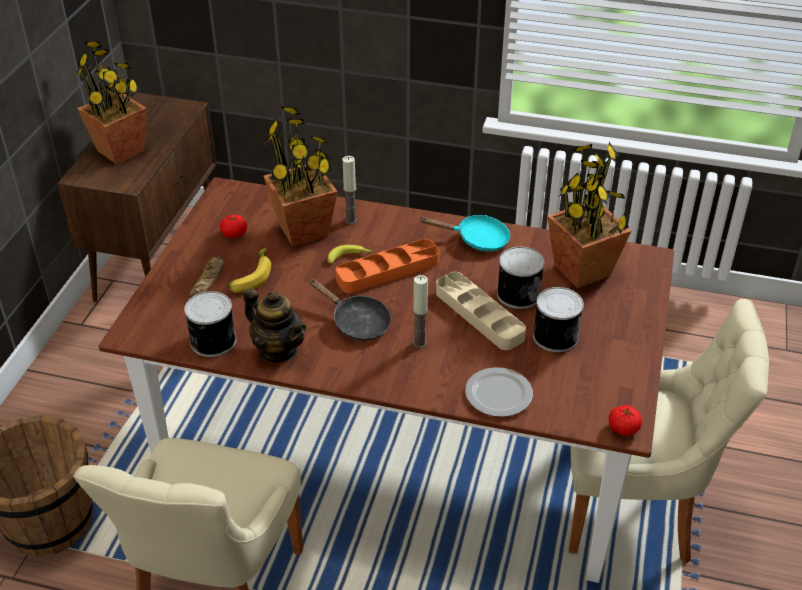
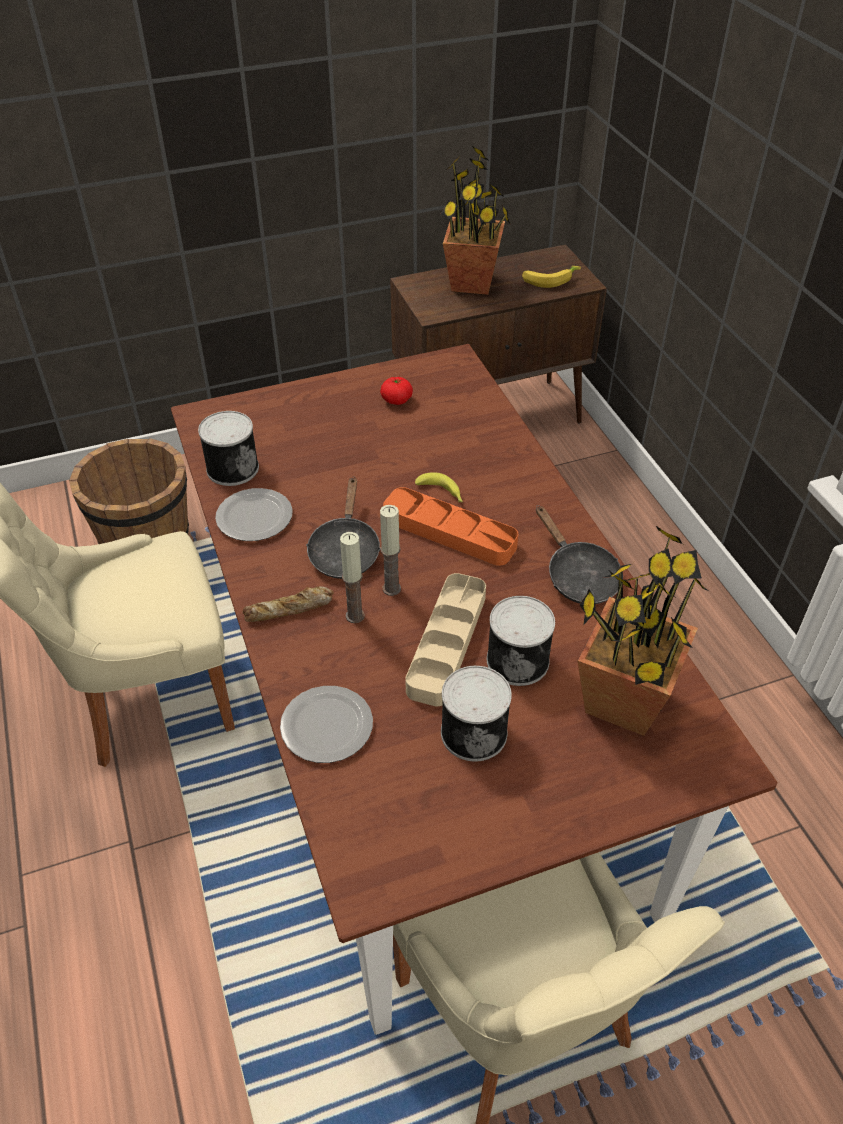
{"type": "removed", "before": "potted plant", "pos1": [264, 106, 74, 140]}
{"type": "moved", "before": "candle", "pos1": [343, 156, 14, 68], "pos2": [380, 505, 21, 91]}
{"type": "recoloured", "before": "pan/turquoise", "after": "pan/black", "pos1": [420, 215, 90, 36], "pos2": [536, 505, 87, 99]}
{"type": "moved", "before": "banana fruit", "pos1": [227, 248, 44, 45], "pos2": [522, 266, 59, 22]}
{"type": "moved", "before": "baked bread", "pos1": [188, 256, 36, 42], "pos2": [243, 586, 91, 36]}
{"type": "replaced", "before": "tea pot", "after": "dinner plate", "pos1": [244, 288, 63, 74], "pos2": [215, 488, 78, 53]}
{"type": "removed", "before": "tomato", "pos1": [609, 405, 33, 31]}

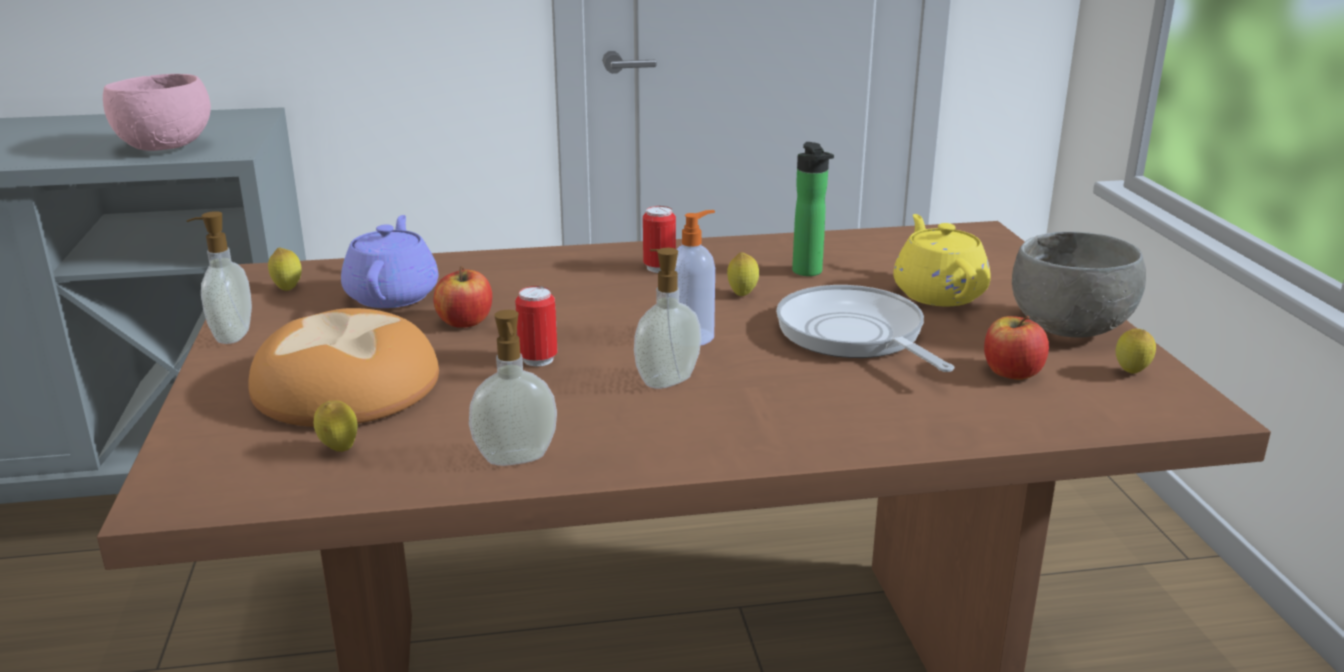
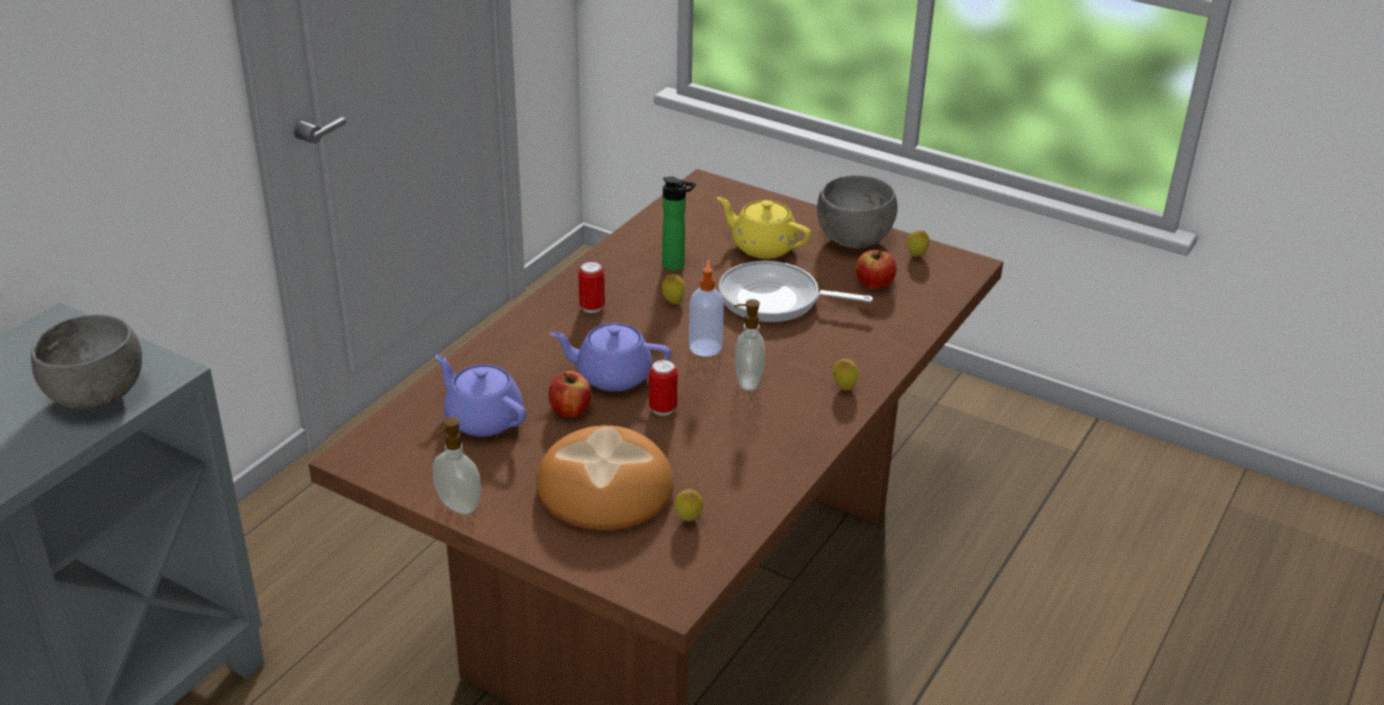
{"type": "recoloured", "before": "serving bowl/pinkish", "after": "serving bowl/grey", "pos1": [103, 74, 108, 77], "pos2": [31, 314, 111, 96]}
{"type": "moved", "before": "citrus fruit", "pos1": [268, 248, 34, 43], "pos2": [833, 359, 25, 32]}
{"type": "removed", "before": "soap dispenser", "pos1": [469, 310, 88, 156]}
{"type": "added", "after": "tea pot/purple-coloured", "pos2": [550, 323, 121, 68]}

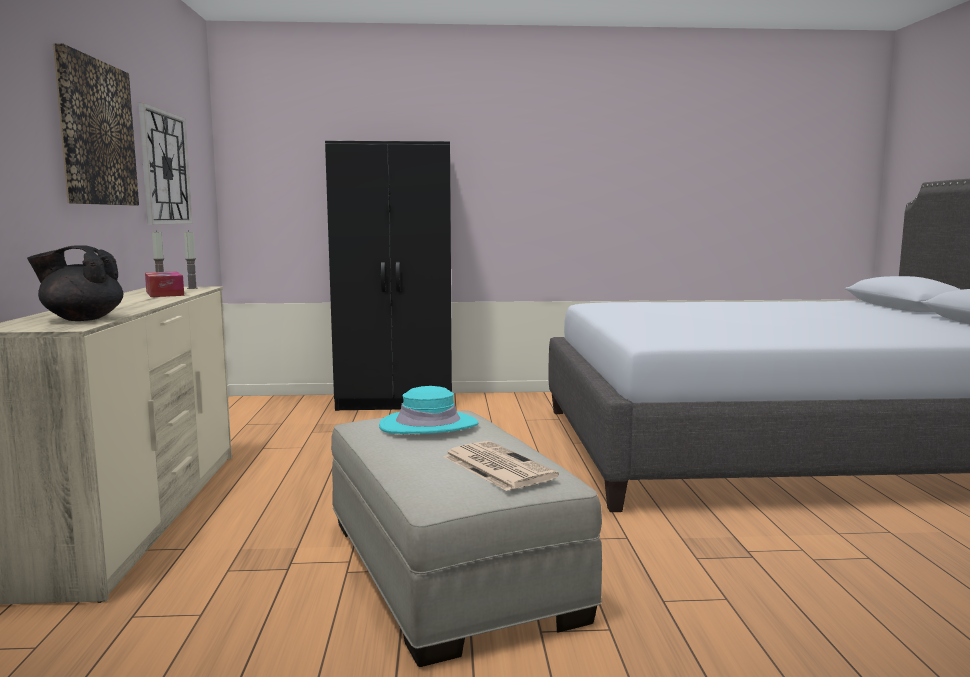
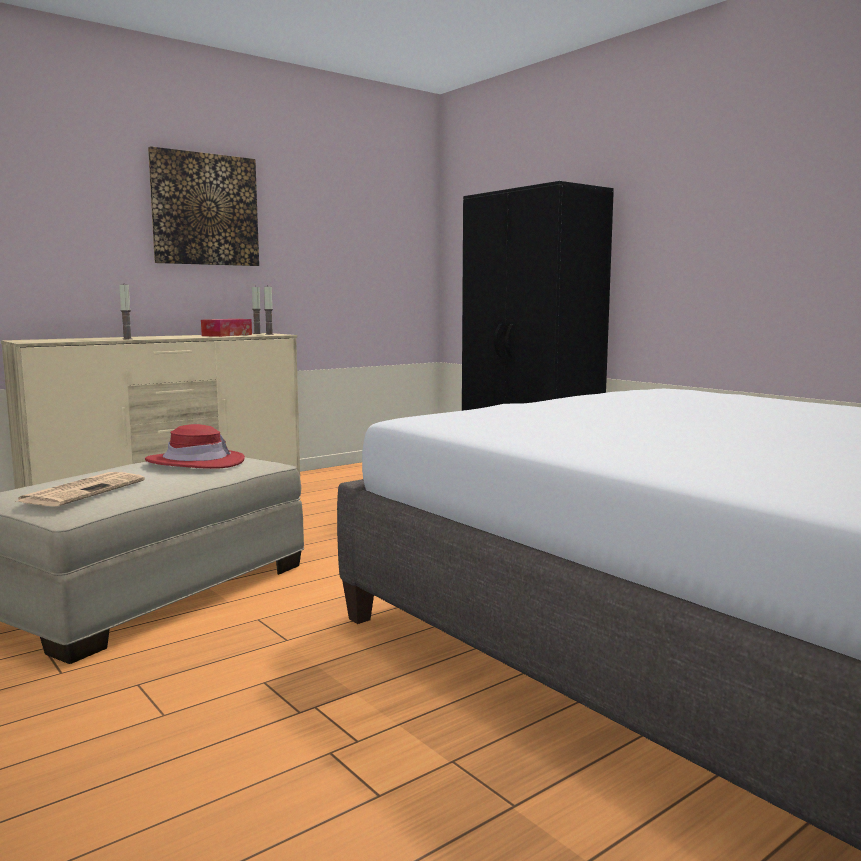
{"type": "removed", "before": "hanging clock", "pos1": [138, 103, 54, 122]}
{"type": "removed", "before": "tea pot/black", "pos1": [27, 245, 96, 76]}
{"type": "recoloured", "before": "hat/turquoise", "after": "hat/red-coloured", "pos1": [379, 386, 100, 48], "pos2": [145, 424, 100, 45]}
{"type": "added", "after": "candle", "pos2": [119, 285, 13, 54]}

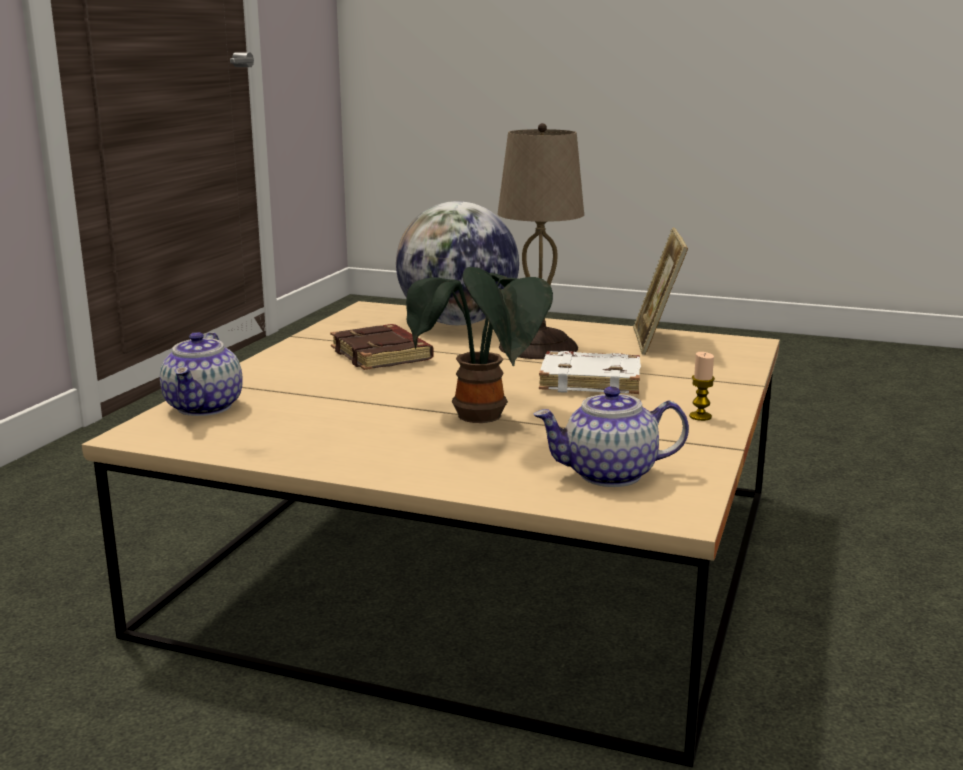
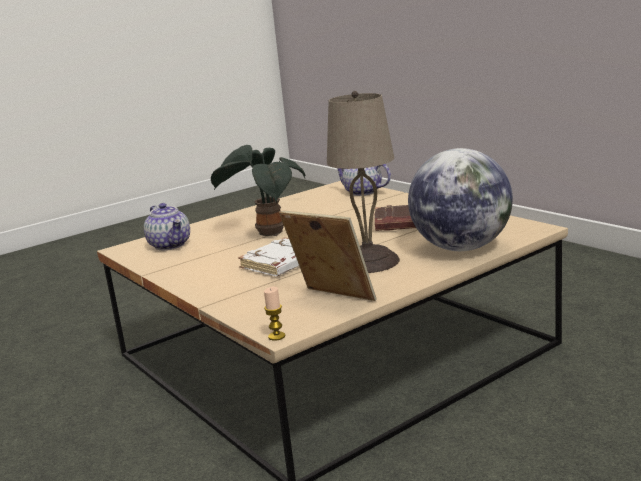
{"type": "moved", "before": "candle", "pos1": [689, 352, 26, 69], "pos2": [264, 287, 21, 54]}
{"type": "turned", "before": "tea pot", "pos1": [534, 386, 155, 101], "pos2": [144, 203, 46, 47], "turn": 120}

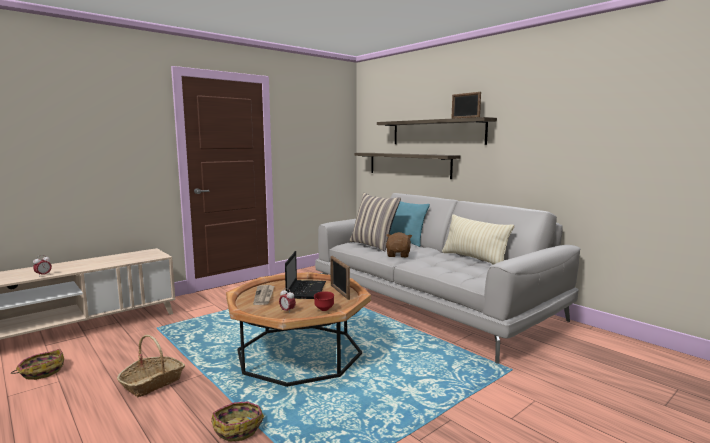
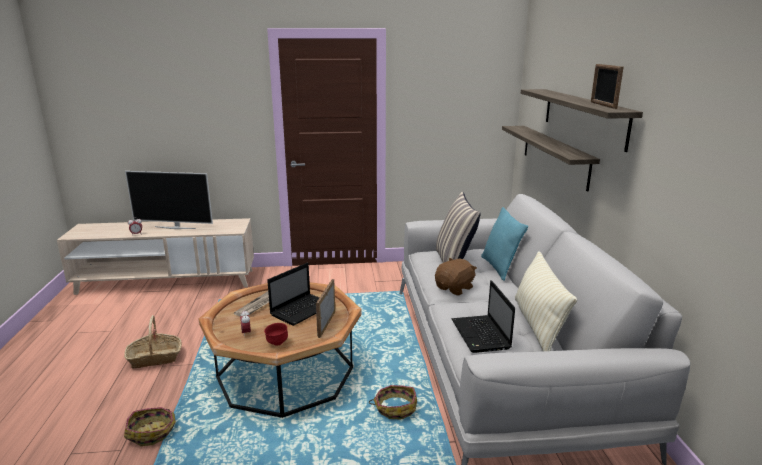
{"type": "moved", "before": "basket", "pos1": [11, 349, 53, 31], "pos2": [369, 385, 48, 35]}
{"type": "added", "after": "TV set", "pos2": [125, 171, 88, 58]}
{"type": "added", "after": "notebook computer", "pos2": [452, 280, 63, 73]}

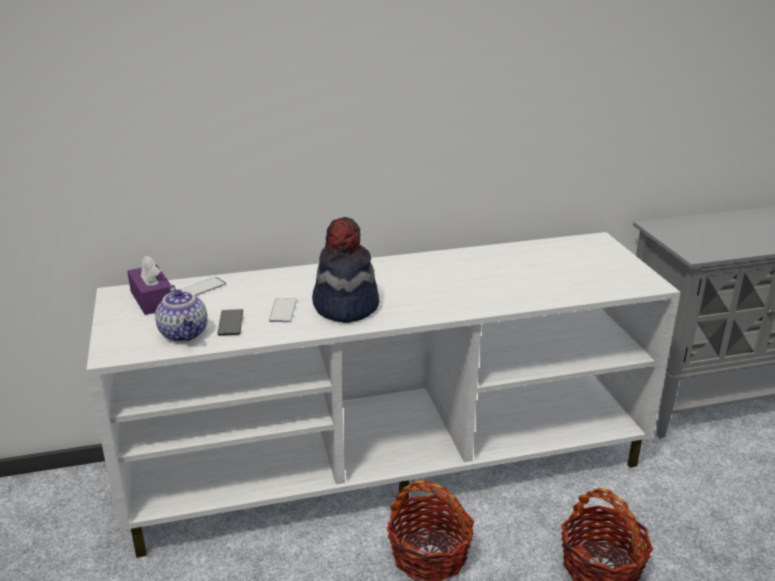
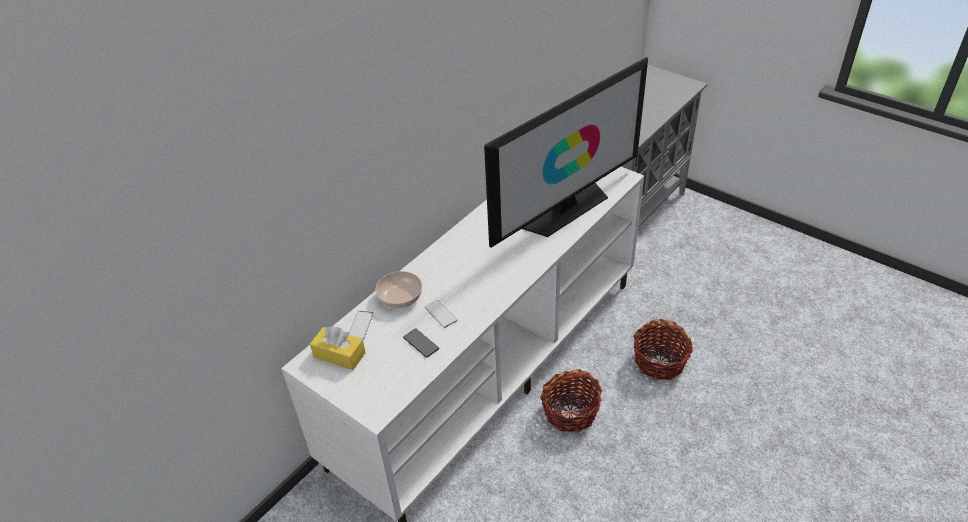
{"type": "removed", "before": "hat", "pos1": [312, 217, 68, 106]}
{"type": "recoloured", "before": "tissue box/purple-coloured", "after": "tissue box/yellow", "pos1": [127, 256, 44, 59], "pos2": [310, 326, 56, 44]}
{"type": "removed", "before": "tea pot", "pos1": [155, 285, 53, 57]}
{"type": "added", "after": "TV set", "pos2": [484, 57, 164, 191]}
{"type": "added", "after": "serving bowl", "pos2": [375, 271, 47, 37]}

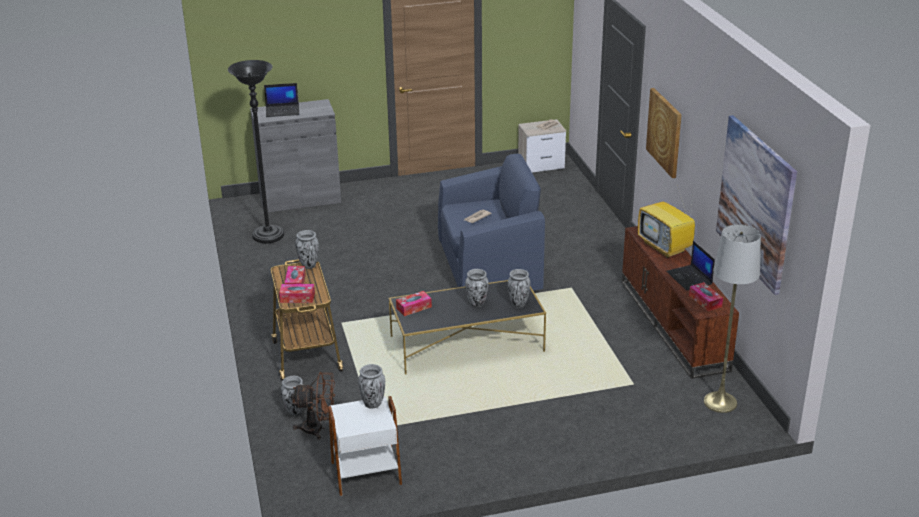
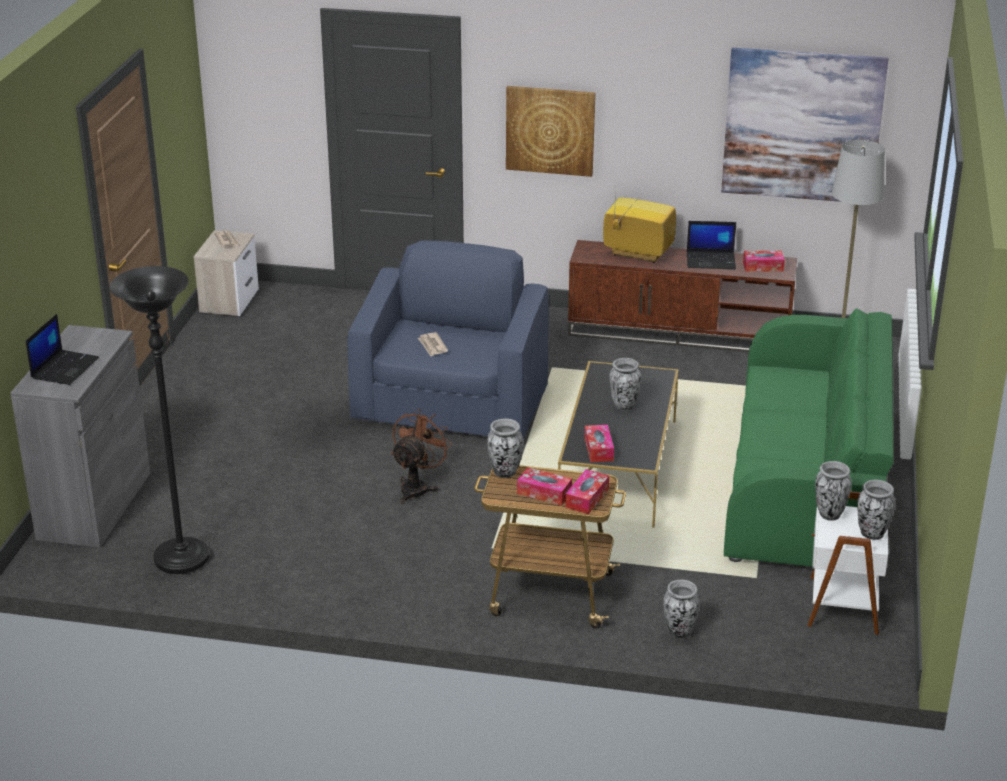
{"type": "turned", "before": "TV set", "pos1": [638, 196, 57, 62], "pos2": [603, 188, 73, 75], "turn": -150}
{"type": "moved", "before": "decorative vase", "pos1": [508, 269, 23, 39], "pos2": [858, 480, 37, 60]}
{"type": "moved", "before": "electric fan/brown-coloured", "pos1": [291, 372, 44, 68], "pos2": [391, 408, 61, 96]}
{"type": "added", "after": "sofa/greenish", "pos2": [724, 308, 170, 259]}

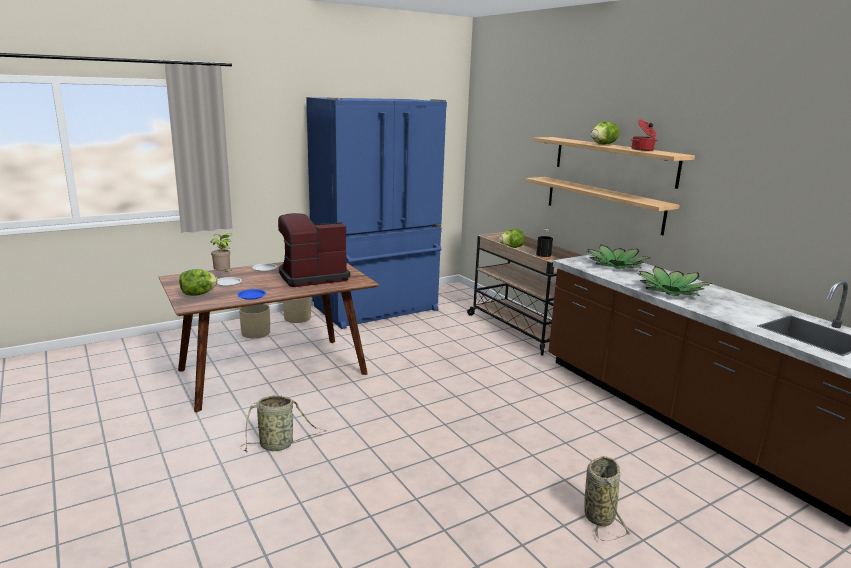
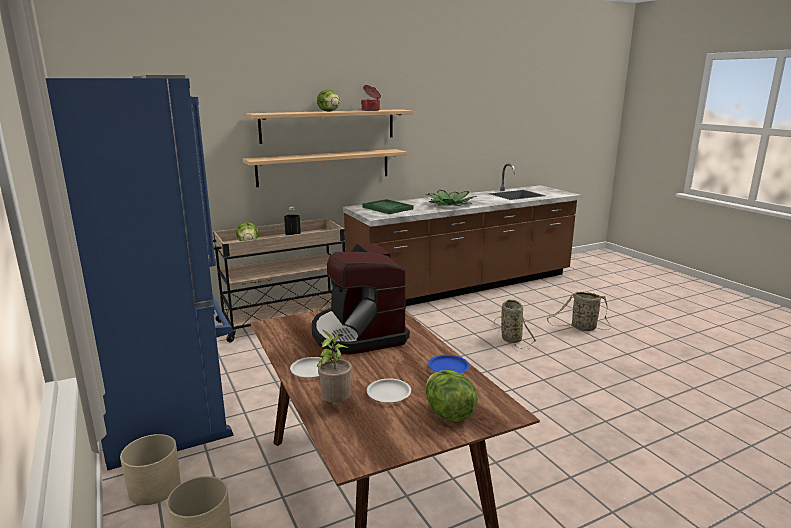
{"type": "replaced", "before": "potted plant", "after": "serving tray/greenish", "pos1": [587, 245, 63, 24], "pos2": [363, 199, 50, 15]}
{"type": "moved", "before": "basket", "pos1": [241, 395, 85, 58], "pos2": [494, 300, 42, 49]}

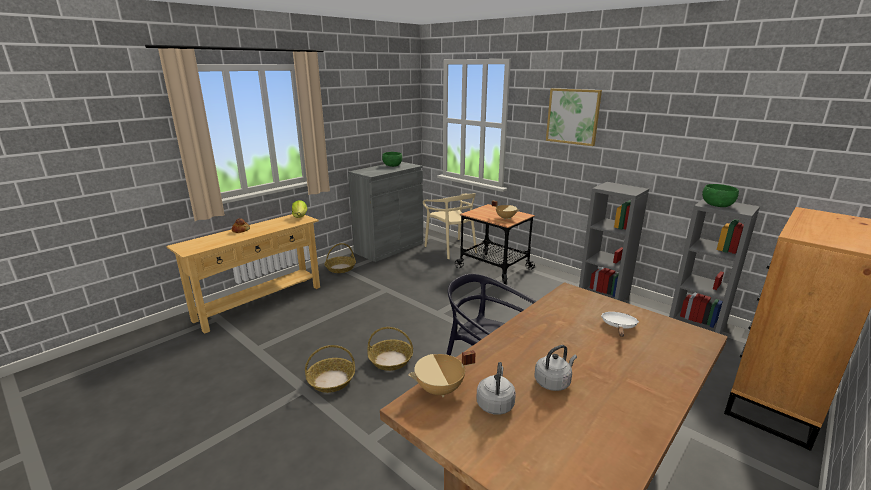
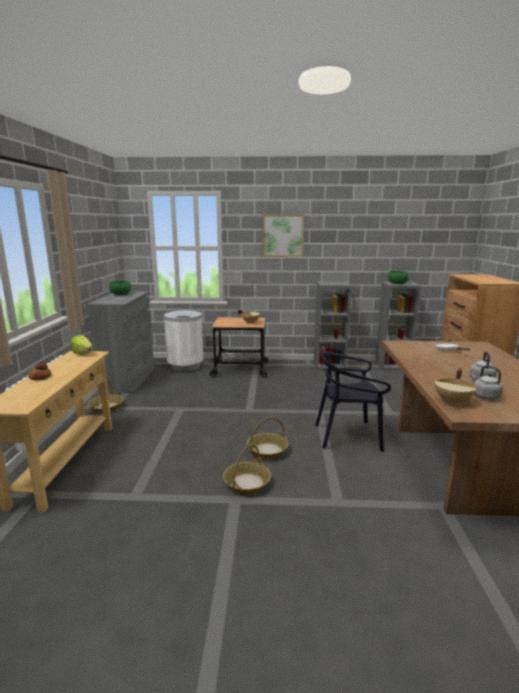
{"type": "replaced", "before": "upright chair/beige-coloured", "after": "rubbish bin/white", "pos1": [423, 193, 54, 66], "pos2": [164, 310, 40, 61]}

